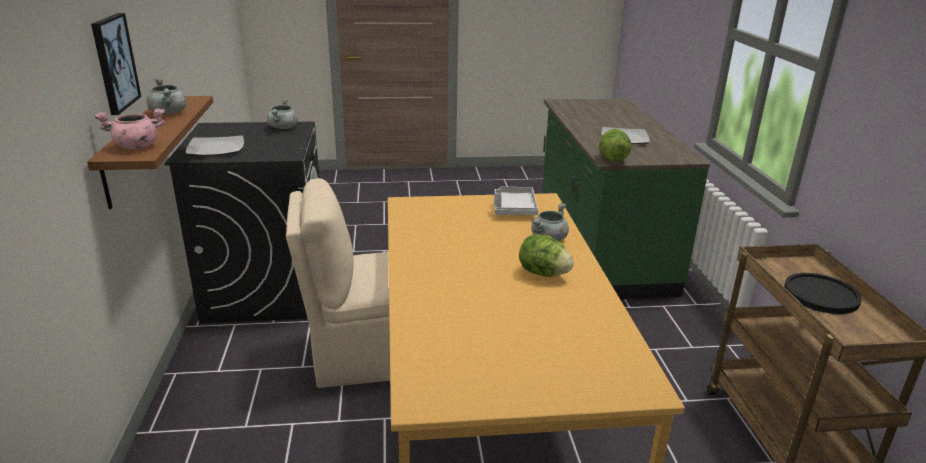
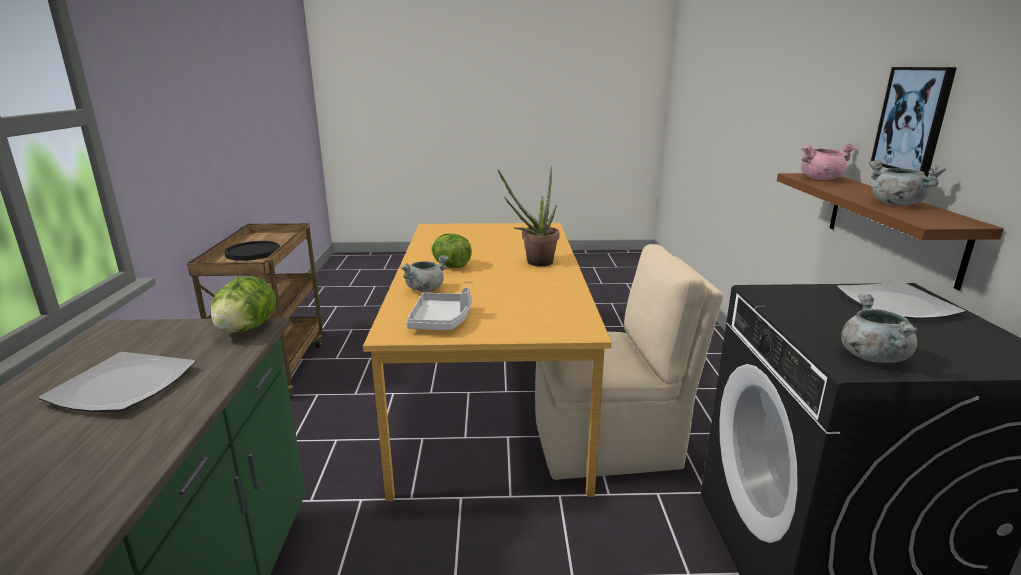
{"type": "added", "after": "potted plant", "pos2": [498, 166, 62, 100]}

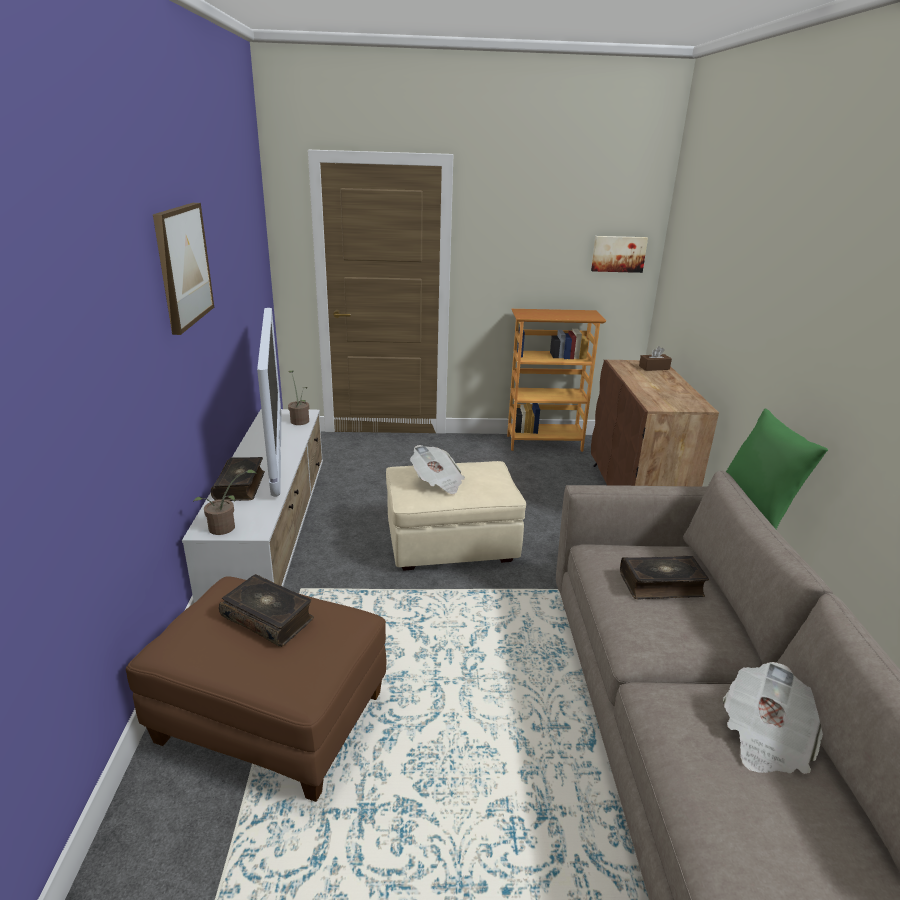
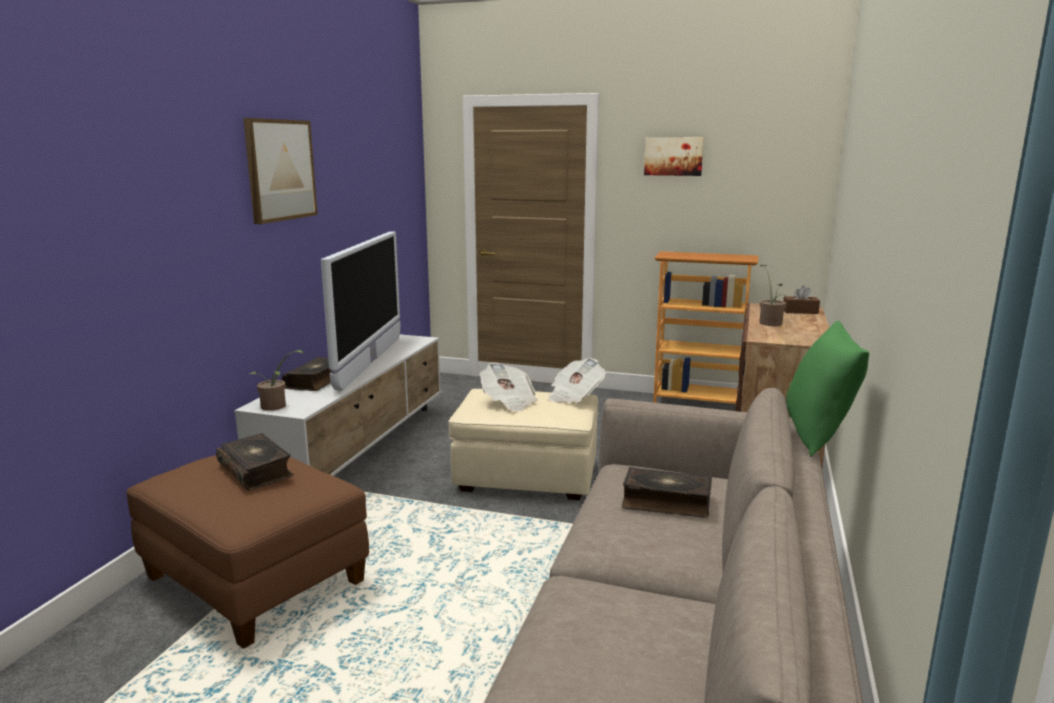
{"type": "moved", "before": "wall picture", "pos1": [591, 236, 57, 37], "pos2": [644, 137, 60, 39]}
{"type": "moved", "before": "potted plant", "pos1": [288, 370, 21, 55], "pos2": [759, 265, 27, 61]}
{"type": "moved", "before": "newspaper", "pos1": [723, 662, 100, 112], "pos2": [548, 358, 58, 45]}

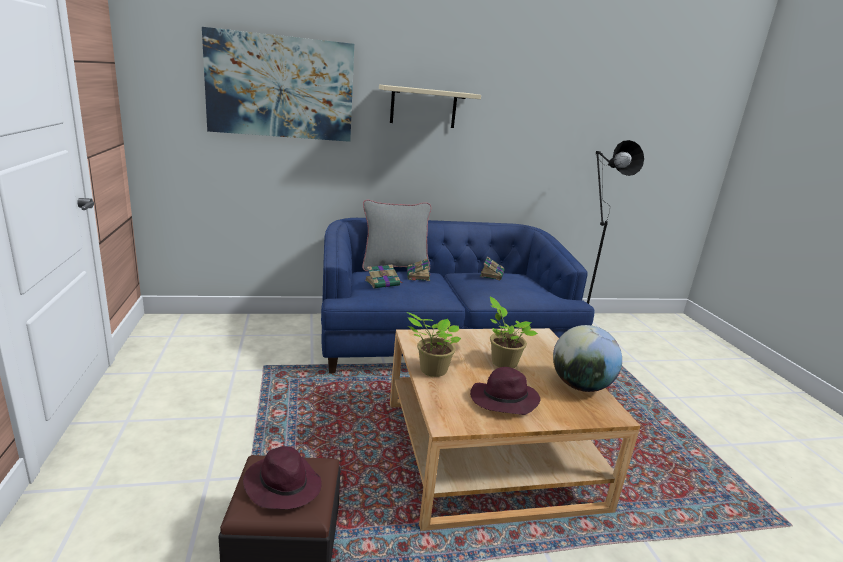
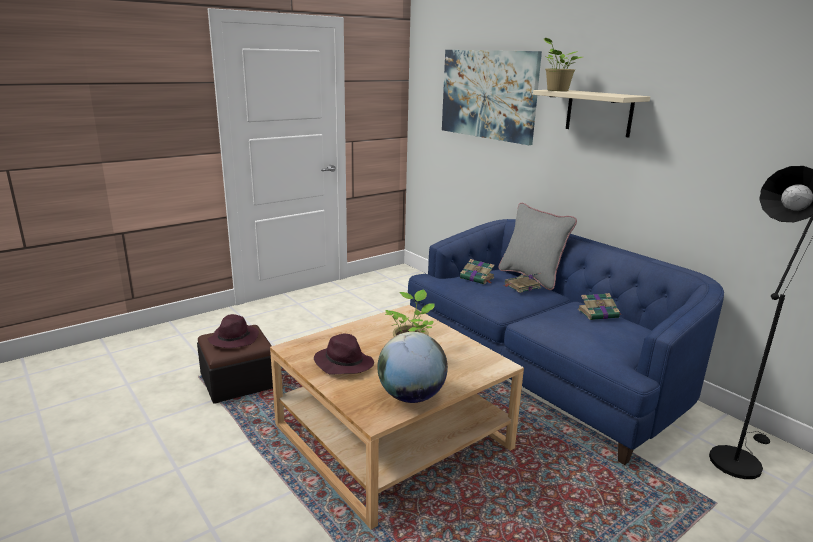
{"type": "moved", "before": "potted plant", "pos1": [407, 312, 54, 65], "pos2": [544, 38, 39, 53]}

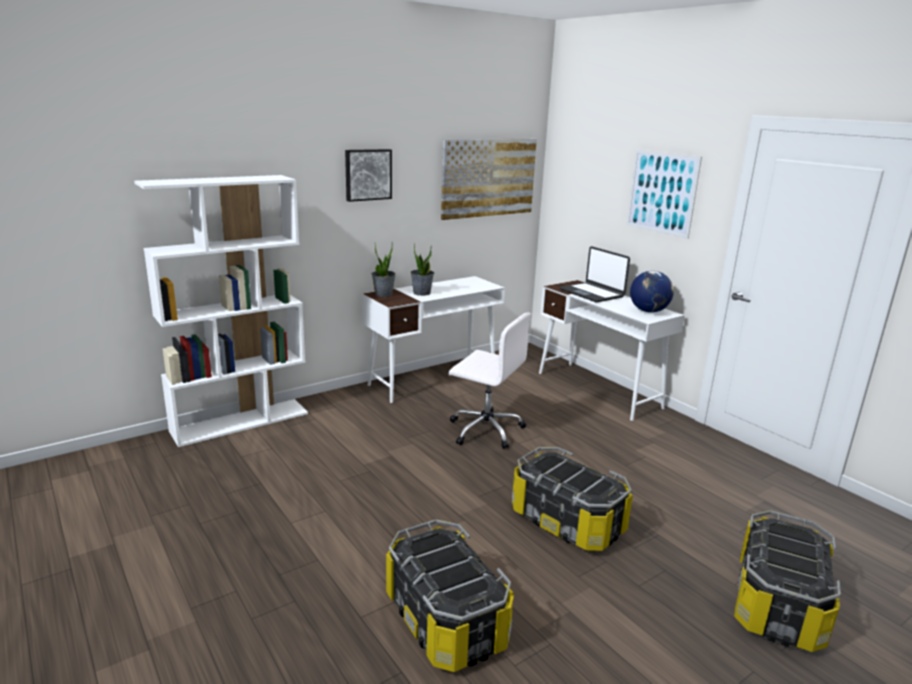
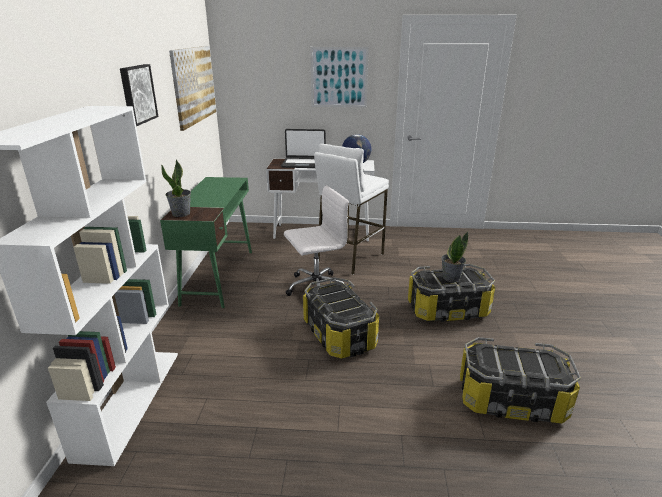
{"type": "moved", "before": "potted plant", "pos1": [410, 243, 24, 53], "pos2": [441, 231, 27, 51]}
{"type": "recoloured", "before": "desk table/white", "after": "desk table/greenish", "pos1": [362, 276, 143, 127], "pos2": [160, 177, 92, 131]}
{"type": "moved", "before": "storage bin", "pos1": [734, 510, 107, 142], "pos2": [303, 277, 76, 81]}
{"type": "added", "after": "stool seat/white", "pos2": [314, 144, 75, 131]}

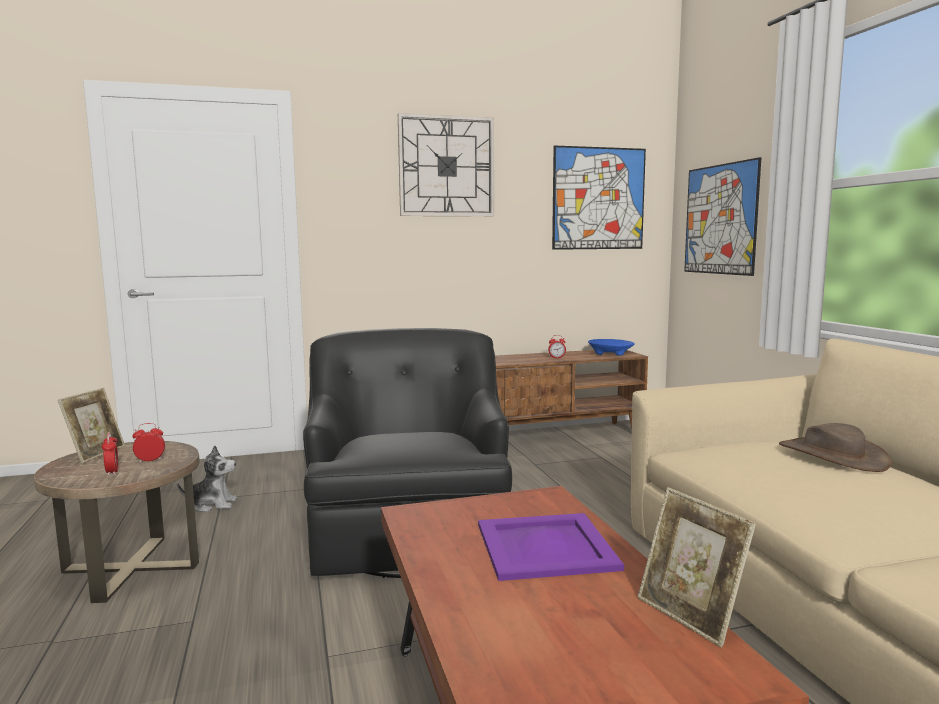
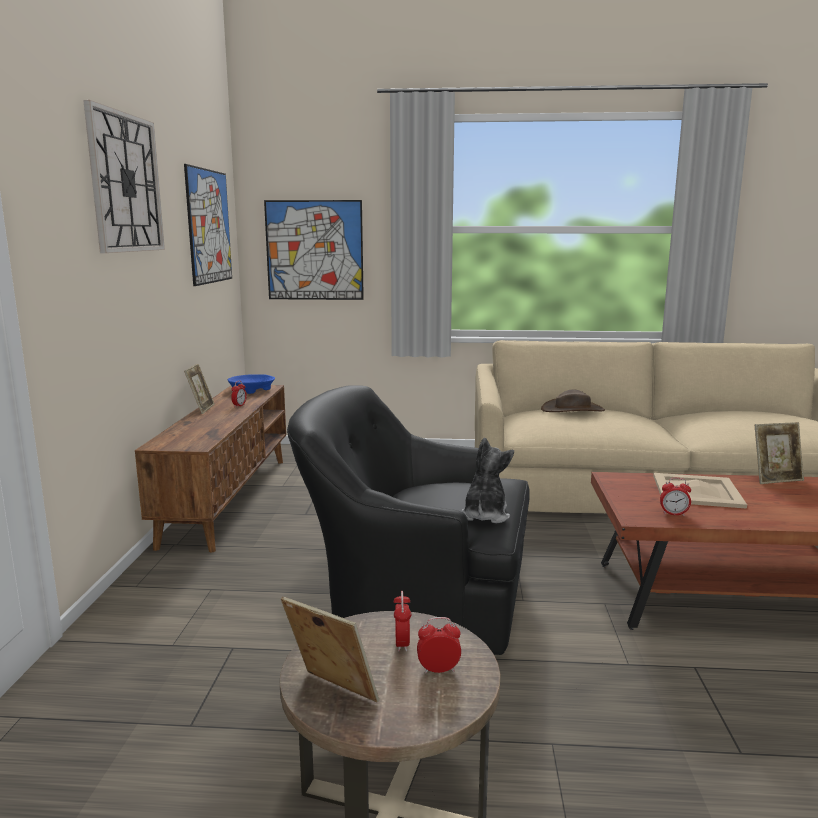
{"type": "moved", "before": "cuddly toy", "pos1": [177, 445, 60, 67], "pos2": [461, 438, 53, 86]}
{"type": "recoloured", "before": "serving tray/purple-coloured", "after": "serving tray/beige-coloured", "pos1": [478, 513, 146, 68], "pos2": [653, 473, 94, 36]}
{"type": "added", "after": "picture frame", "pos2": [184, 364, 31, 50]}
{"type": "added", "after": "alarm clock", "pos2": [660, 478, 31, 38]}

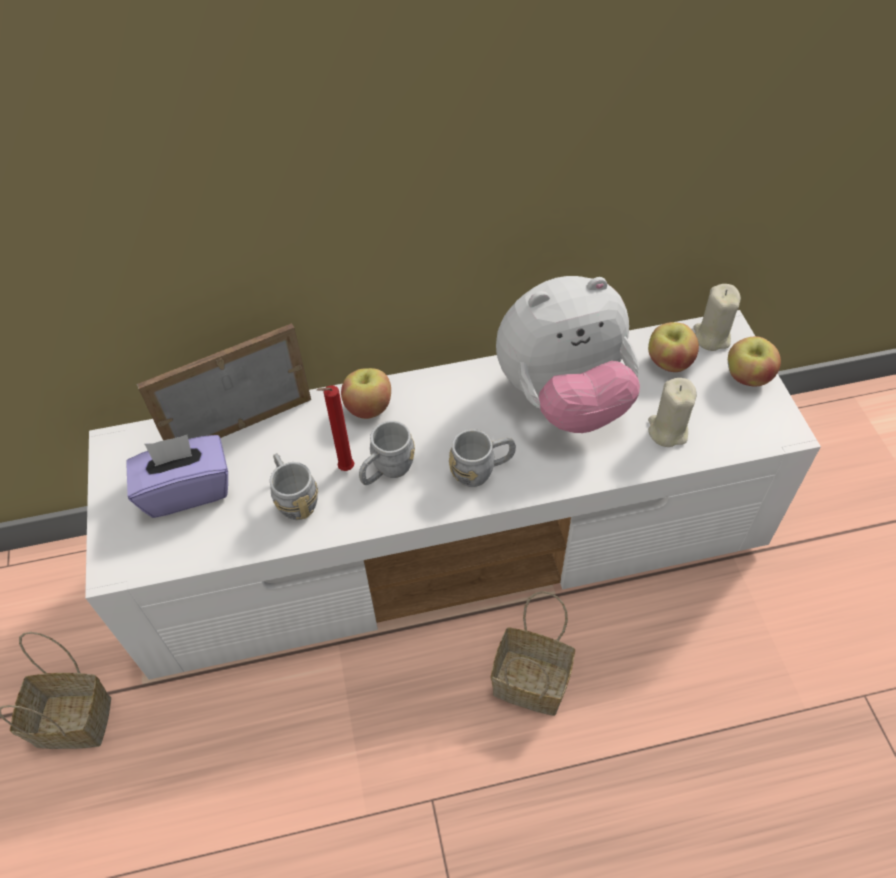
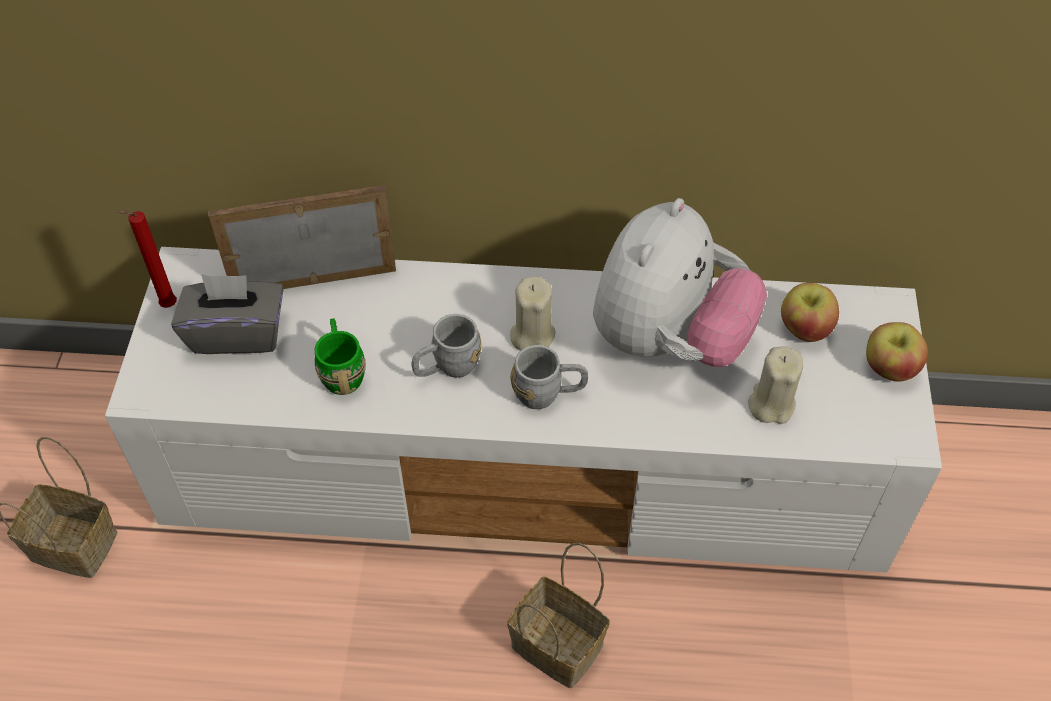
{"type": "turned", "before": "cuddly toy", "pos1": [496, 276, 144, 157], "pos2": [593, 198, 174, 169], "turn": -60}
{"type": "moved", "before": "candle/beige-coloured", "pos1": [693, 284, 48, 67], "pos2": [510, 276, 46, 75]}
{"type": "removed", "before": "apple", "pos1": [341, 368, 50, 51]}
{"type": "moved", "before": "candle/red-coloured", "pos1": [317, 385, 37, 86], "pos2": [116, 211, 61, 97]}
{"type": "recoloured", "before": "tissue box/purple-coloured", "after": "tissue box/grey", "pos1": [126, 435, 102, 83], "pos2": [171, 274, 113, 80]}
{"type": "recoloured", "before": "coffee mug/grey", "after": "coffee mug/greenish", "pos1": [270, 453, 48, 67], "pos2": [314, 318, 52, 77]}

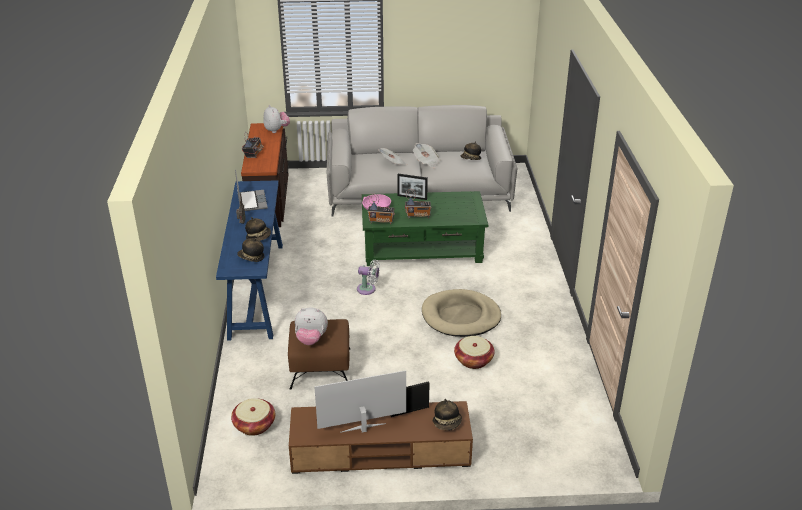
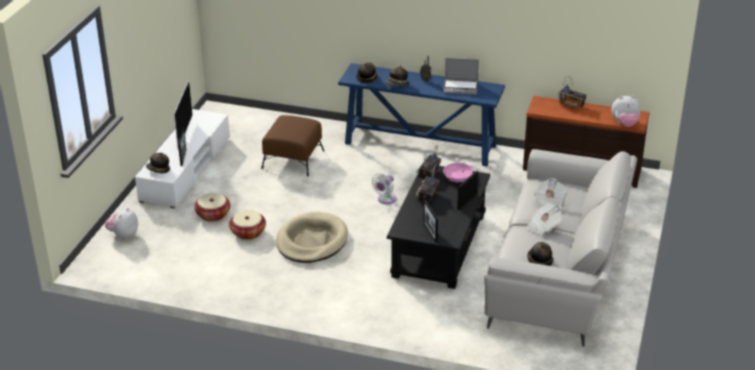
{"type": "recoloured", "before": "lounge table/greenish", "after": "lounge table/black", "pos1": [362, 191, 126, 75], "pos2": [387, 166, 103, 123]}
{"type": "moved", "before": "cuddly toy", "pos1": [295, 308, 33, 37], "pos2": [105, 208, 33, 32]}
{"type": "moved", "before": "basket", "pos1": [231, 398, 44, 38], "pos2": [194, 193, 36, 29]}
{"type": "recoloured", "before": "tv unit/brown-coloured", "after": "tv unit/white", "pos1": [289, 401, 184, 73], "pos2": [135, 109, 95, 99]}
{"type": "added", "after": "picture frame", "pos2": [423, 200, 15, 43]}

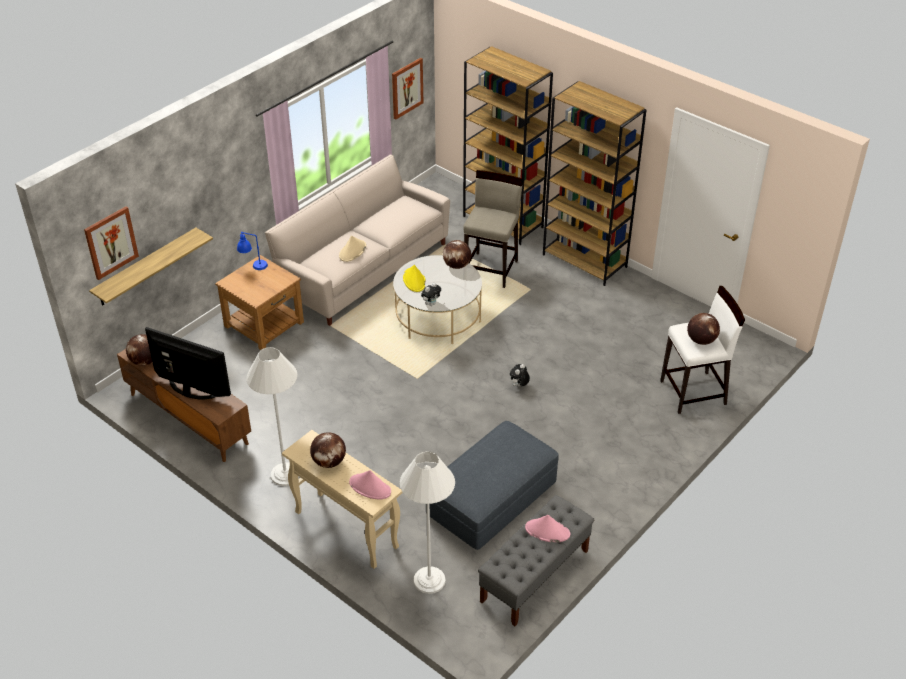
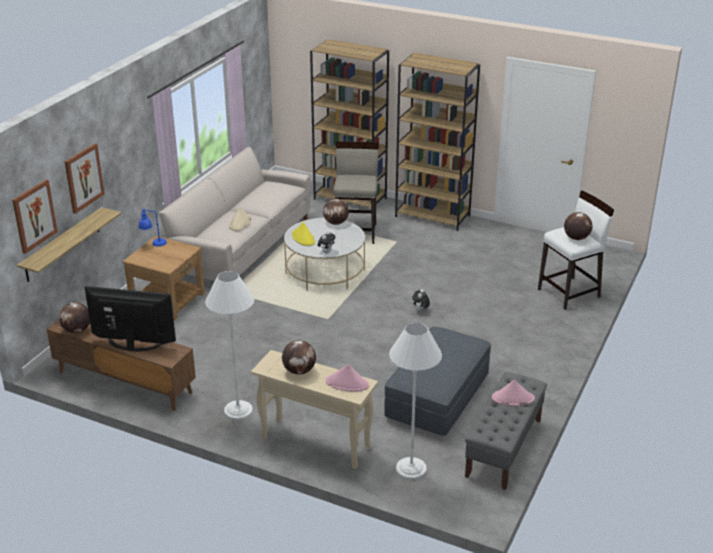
{"type": "moved", "before": "wall picture", "pos1": [392, 58, 31, 61], "pos2": [65, 143, 39, 71]}

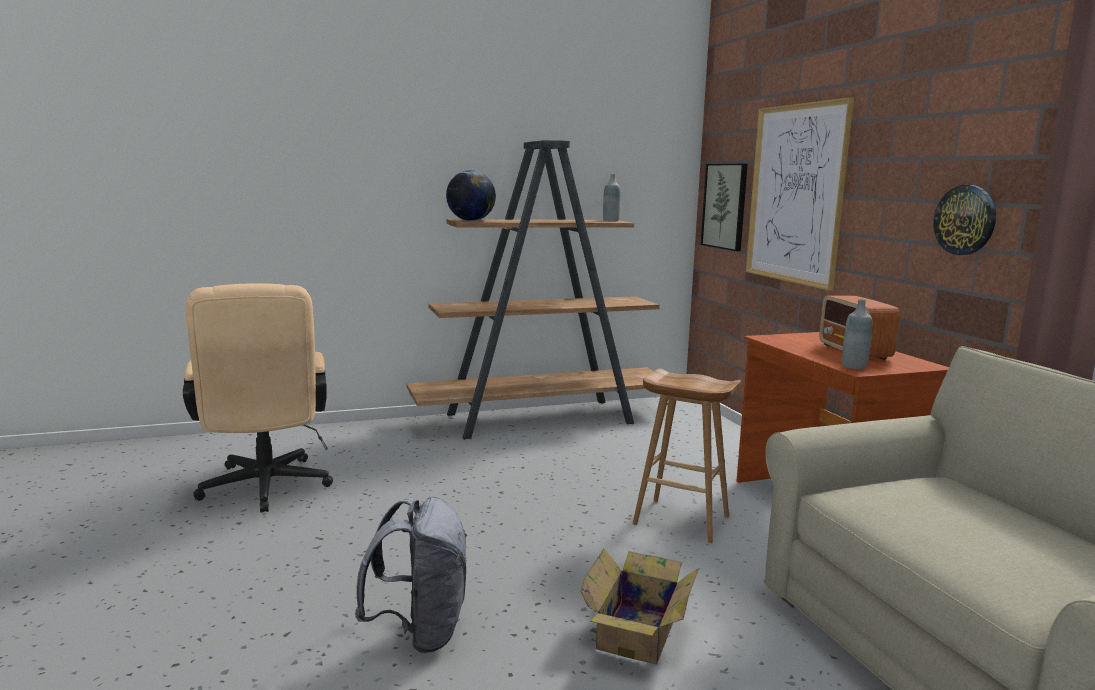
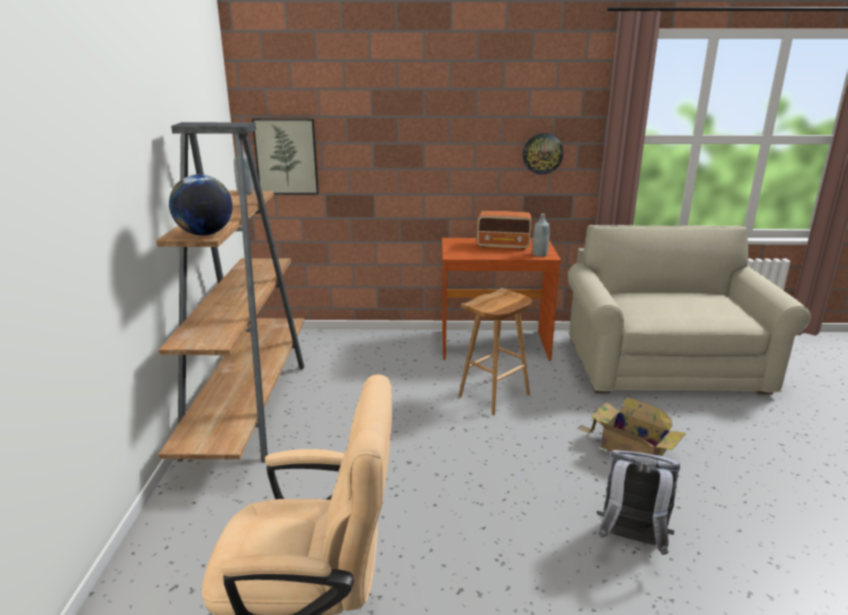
{"type": "removed", "before": "wall picture", "pos1": [746, 97, 108, 193]}

